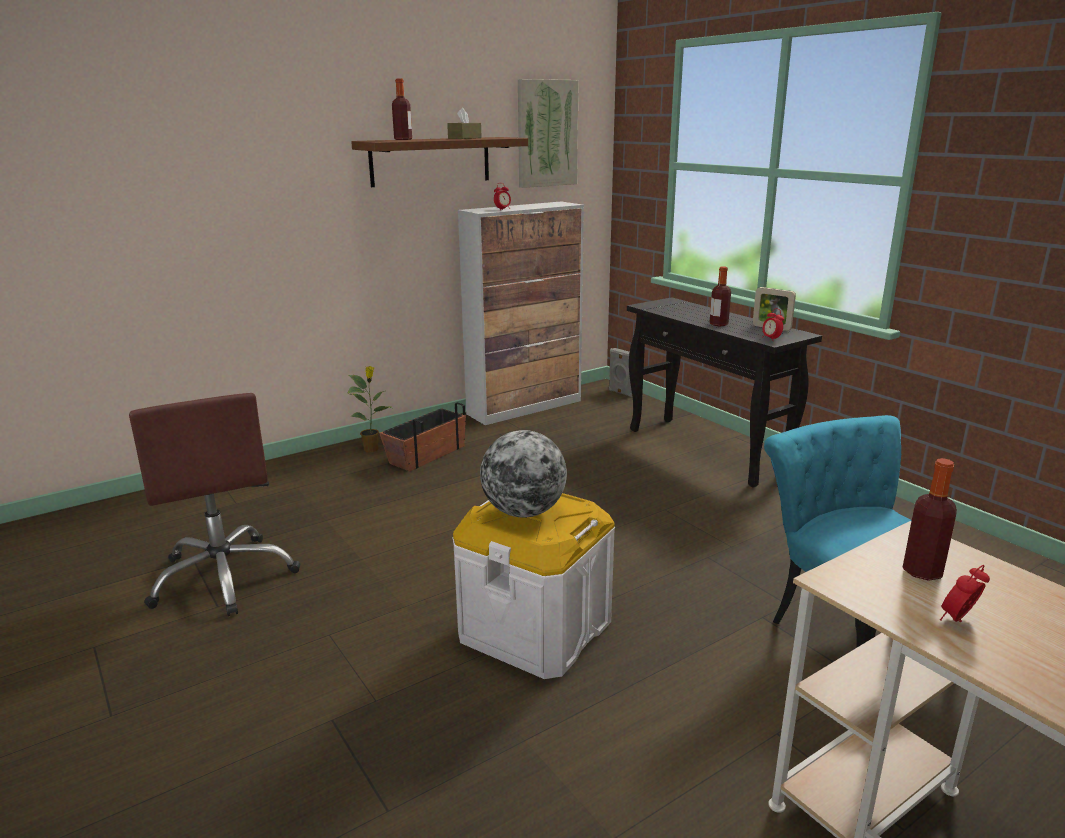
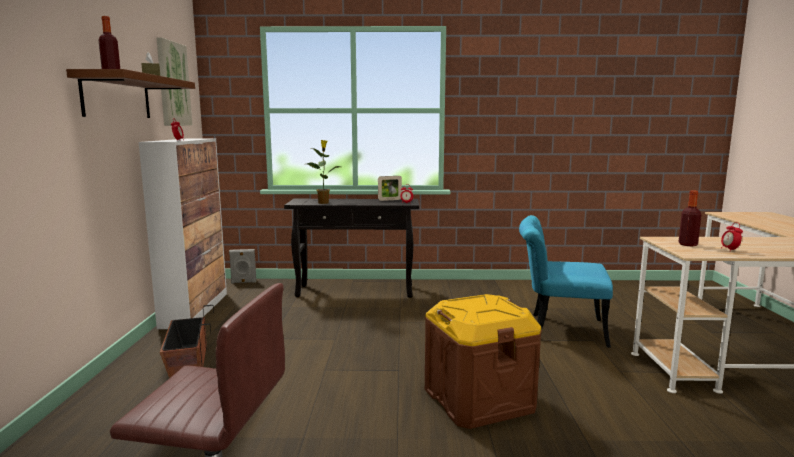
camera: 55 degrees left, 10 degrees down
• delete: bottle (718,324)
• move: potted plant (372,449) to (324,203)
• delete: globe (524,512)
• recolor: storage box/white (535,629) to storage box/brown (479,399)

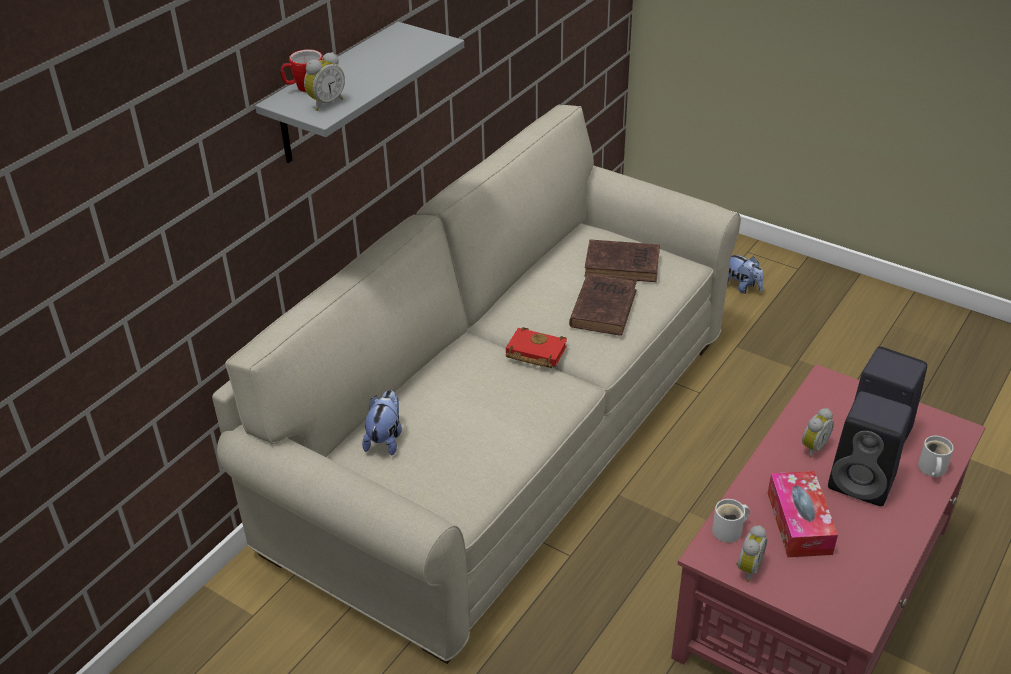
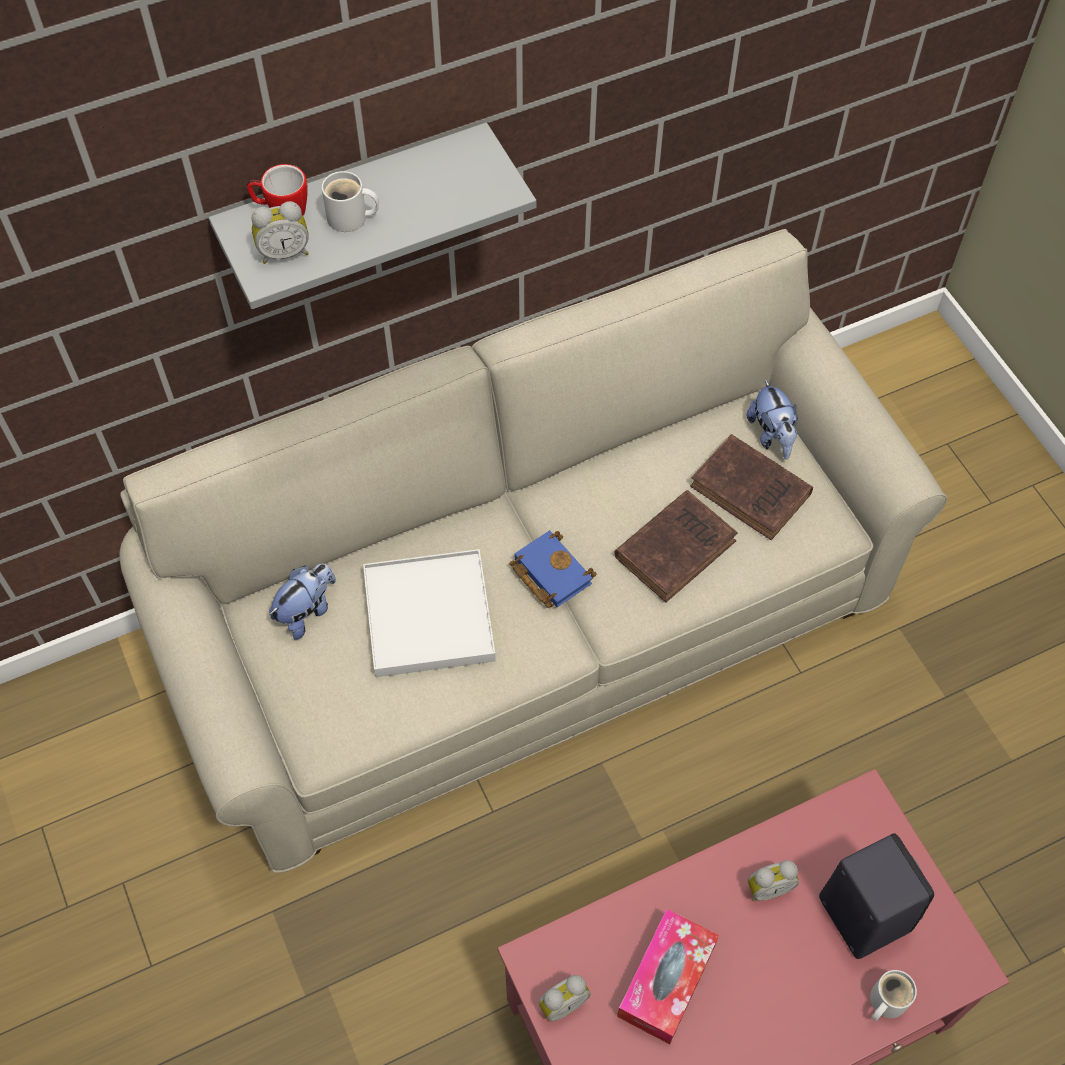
camera: 30 degrees right, 20 degrees up
• move: plush toy (741,287) to (772,435)
• recolor: book/red (534,352) to book/blue (549,572)
• delete: speaker/black (864,482)
• move: mug/white (730,531) to (350,218)
• insert: tray/white (428,616)

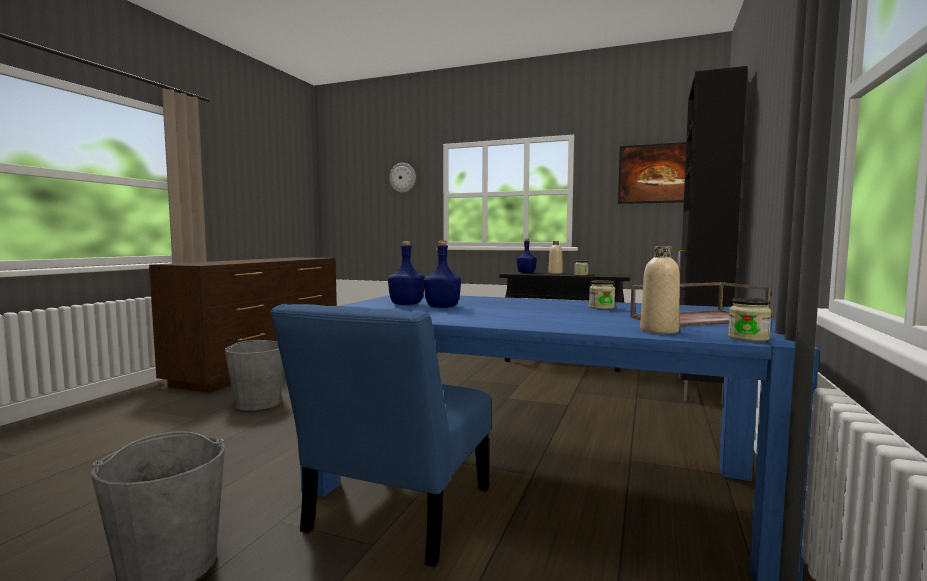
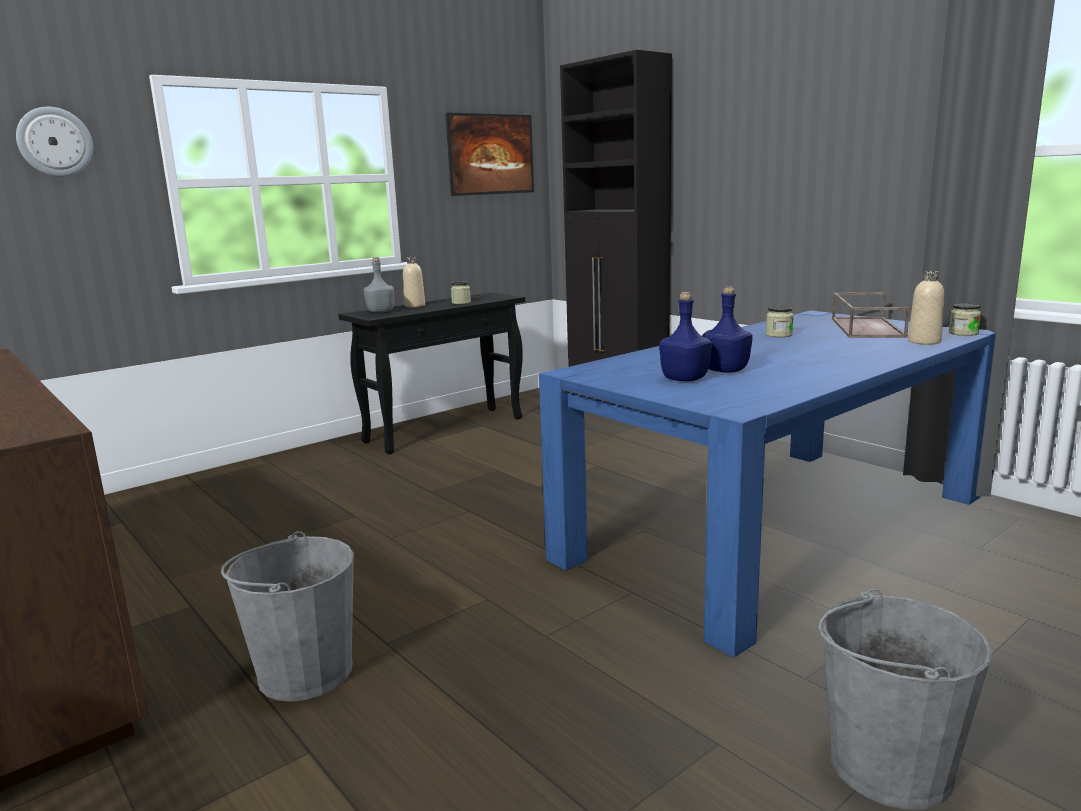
camera: 60 degrees left, 10 degrees up
• recolor: bottle/blue (526,272) to bottle/grey (380,312)
• delete: chair/blue (395,515)

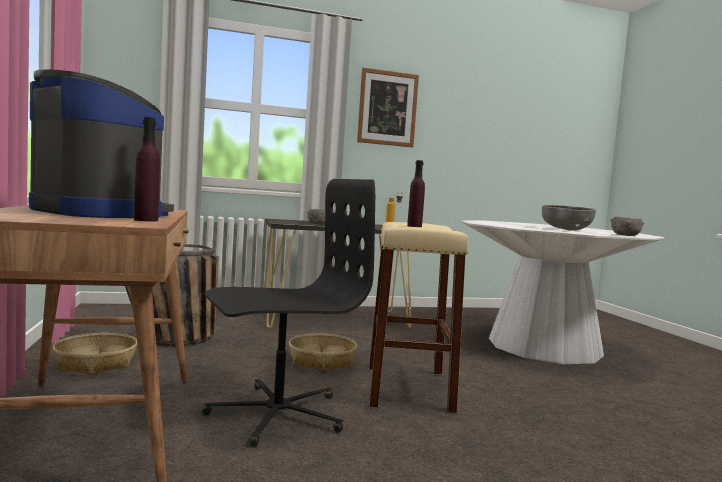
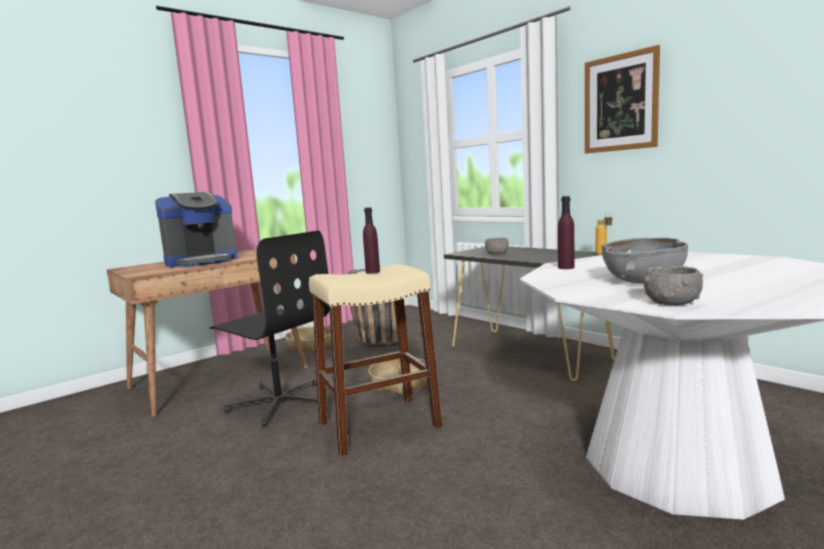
camera: 65 degrees right, 5 degrees up
• rotate: coffee machine (101,213) = (201,261) 45 degrees clockwise
• move: bottle/purple (146,220) to (566,267)

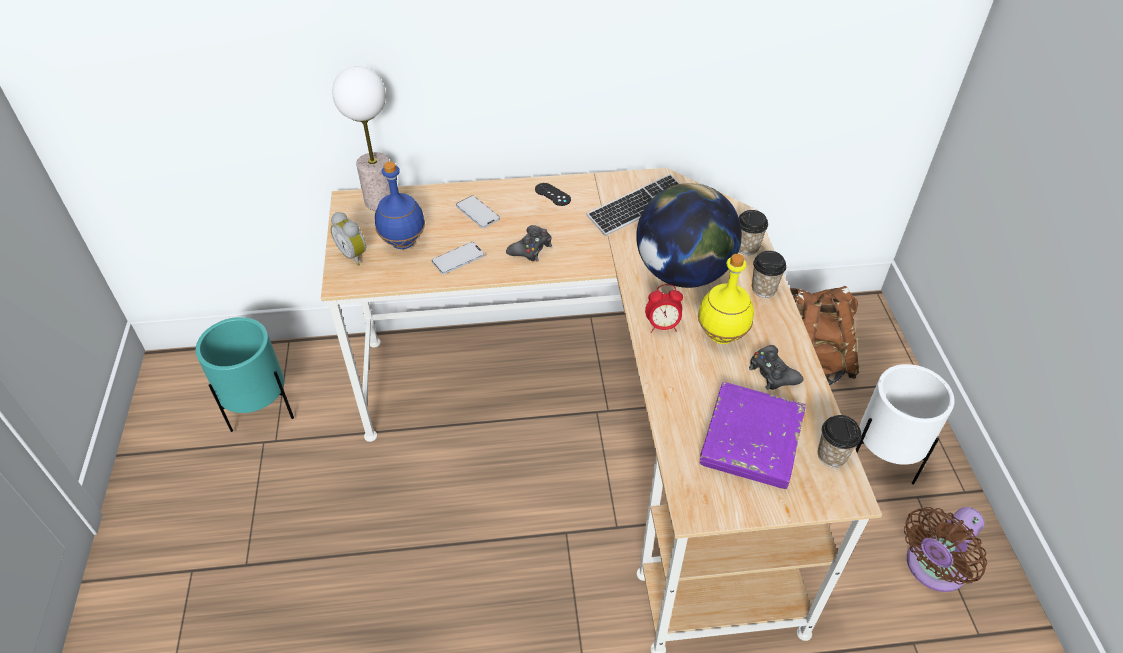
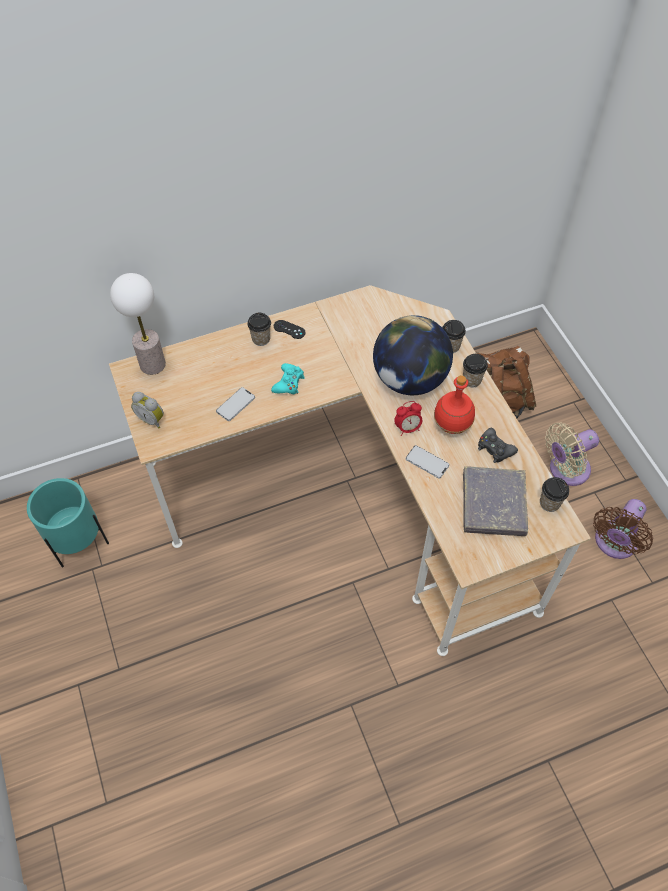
camera: 15 degrees left, 10 degrees up
• delete: bottle/blue (404,243)
• delete: keyboard (638,207)
• move: phone (477,213) to (427,462)
• recolor: game controller/black (531,248) to game controller/turquoise (289,383)
• recolor: bottle/yellow (721,335) to bottle/red (451,426)
• replace: planter/white (883,461) to fan/beige (565,470)
• recolor: book/purple (751,439) to book/grey (493,504)
• insert: cup (261,339)

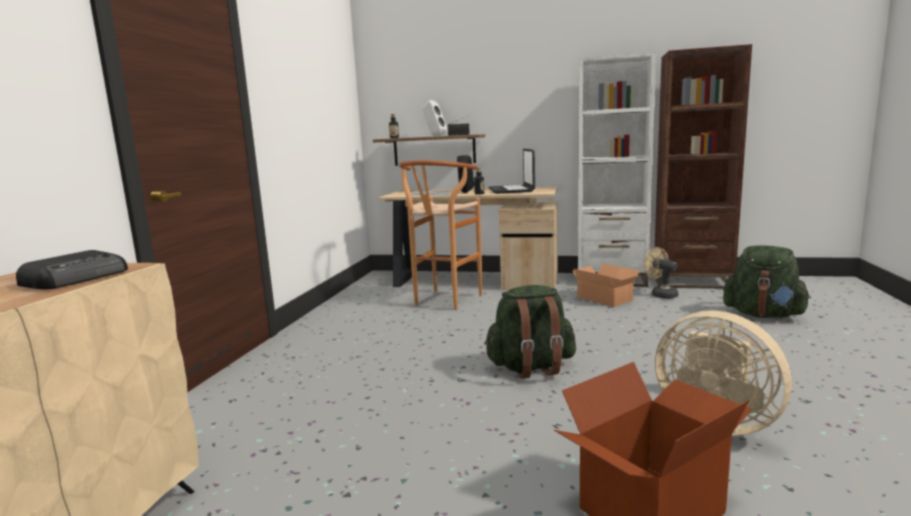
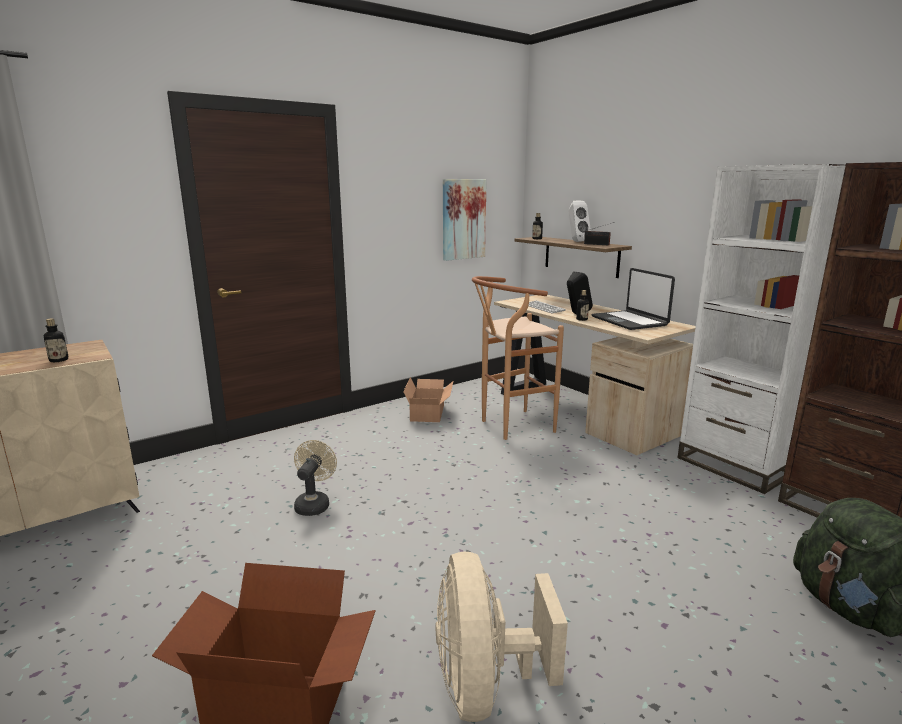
camera: 40 degrees right, 5 degrees up
• rotate: laptop (511,190) = (629,321) 60 degrees counterclockwise
• move: fan/beige (660,294) to (314,504)
• replace: radio (78,278) to bottle (59,360)
• move: cardboard box (605,298) to (429,412)
• delete: backpack/green (531,367)
• insert: picture (463,219)

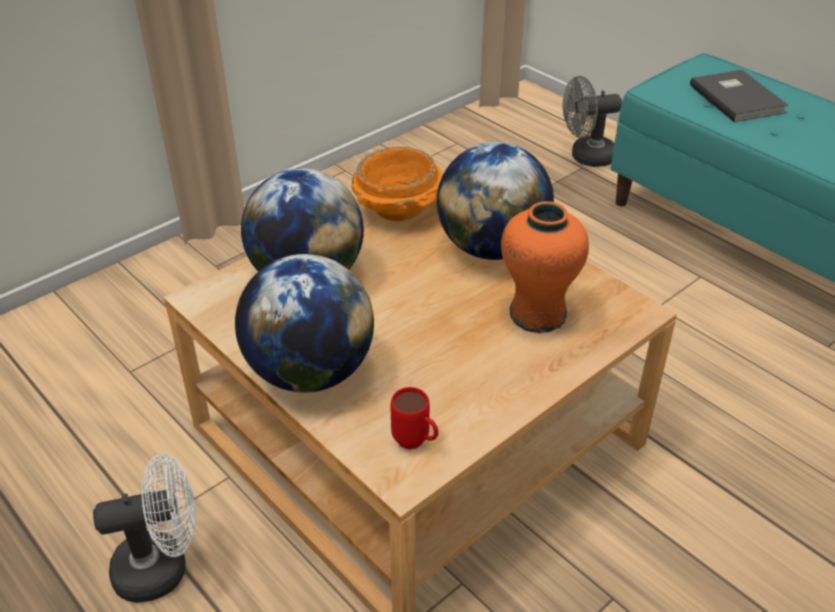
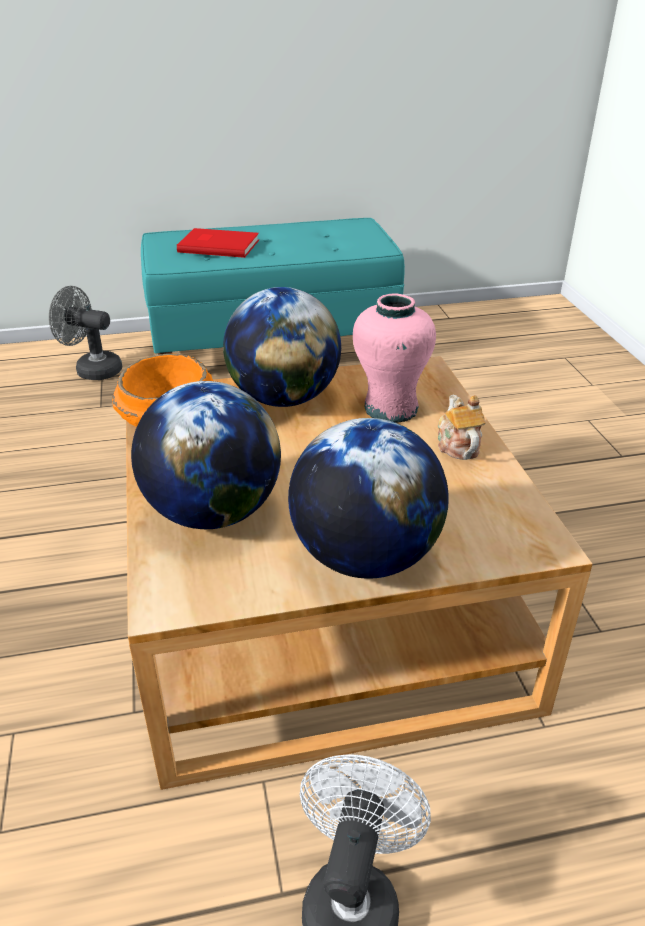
camera: 60 degrees left, 5 degrees down
• recolor: book/grey (737,98) to book/red (218,245)
• rotate: fan/grey (586,157) = (92,369) 90 degrees clockwise
• recolor: vase/orange (537,314) to vase/pink (390,409)
• delete: mug/red (416,443)
• insert: teapot (457,445)

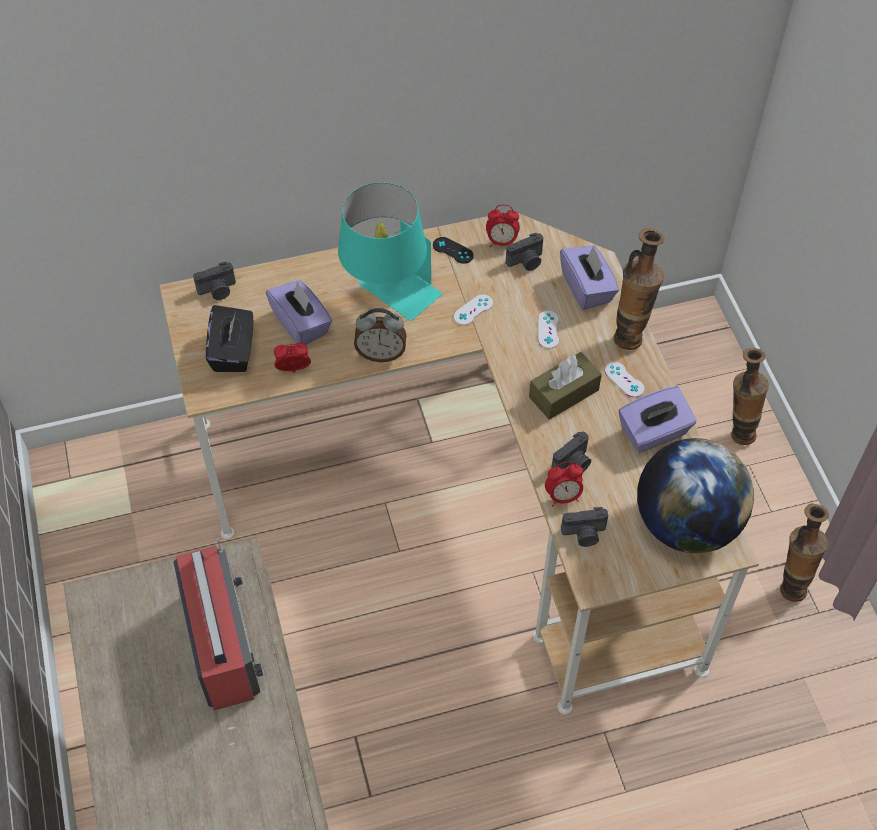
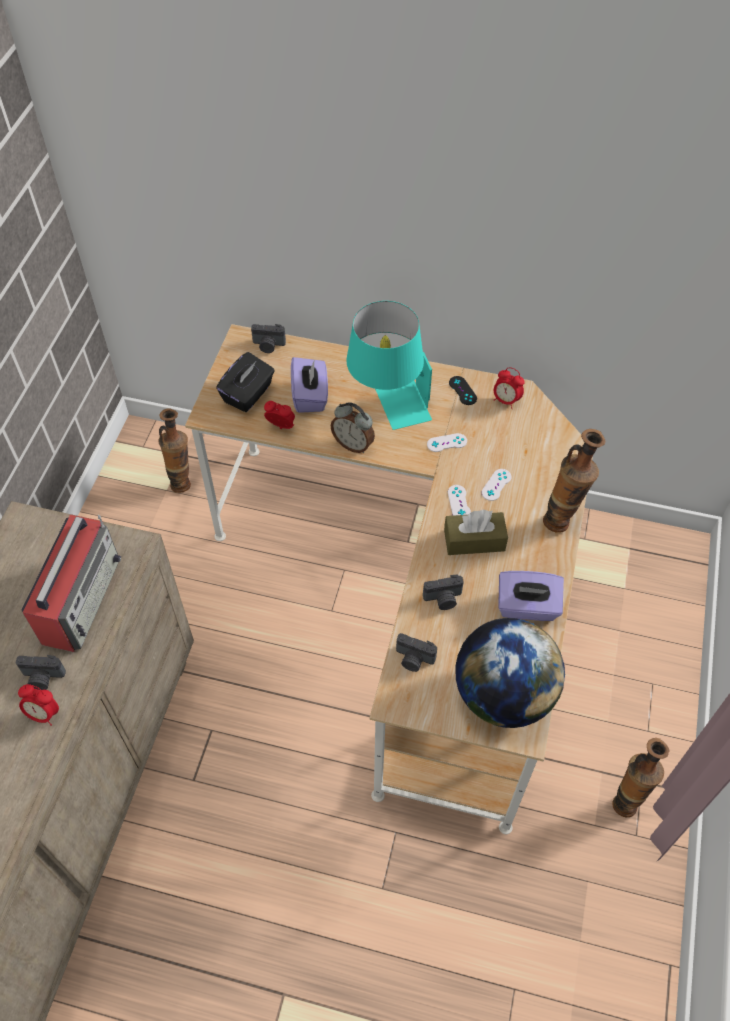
camera: 30 degrees right, 0 degrees up
• move: photo camera (526,262) to (42,678)
• delete: tissue box/purple (587,288)
• move: vase (738,430) to (182,480)
• move: game controller/white (624,380) to (459,502)
• move: alarm clock (563,497) to (44,714)

